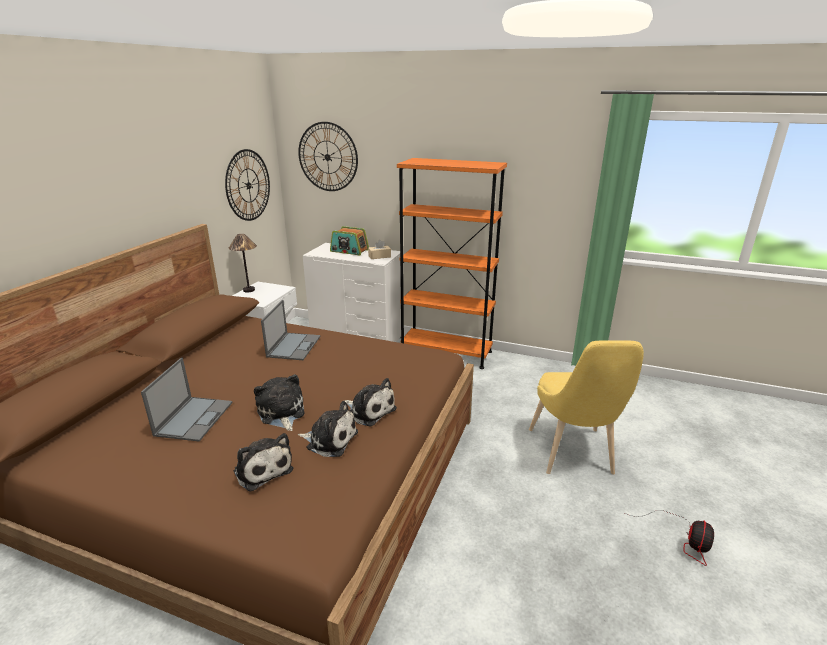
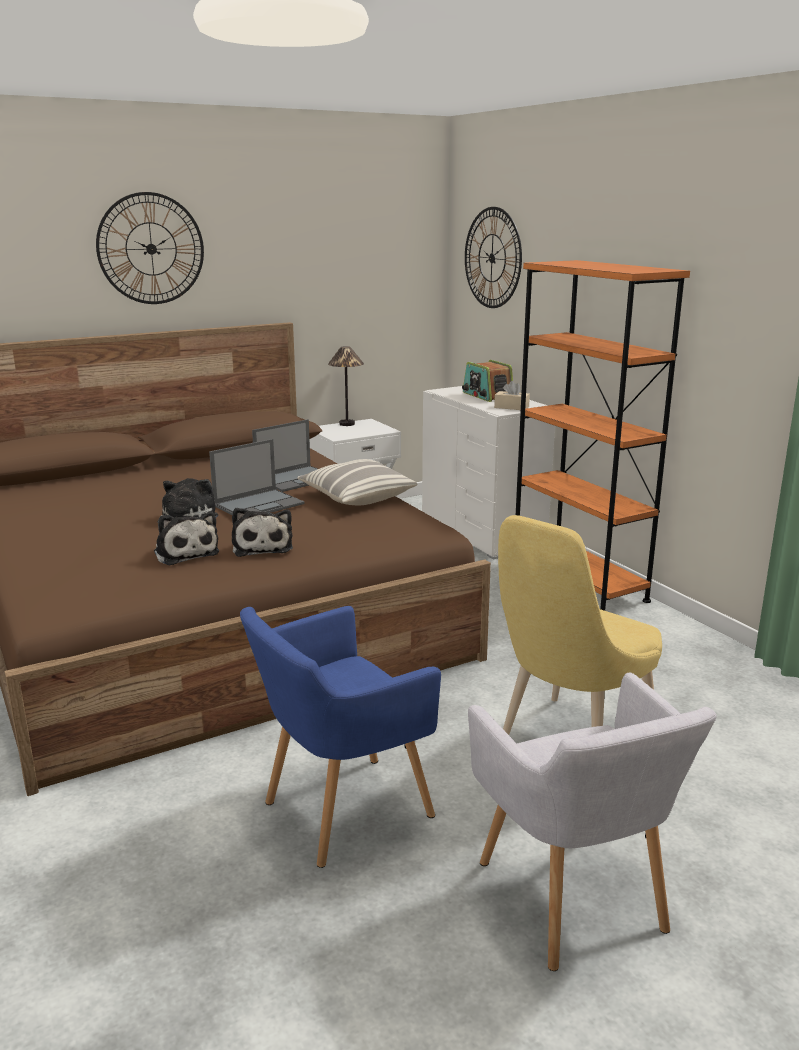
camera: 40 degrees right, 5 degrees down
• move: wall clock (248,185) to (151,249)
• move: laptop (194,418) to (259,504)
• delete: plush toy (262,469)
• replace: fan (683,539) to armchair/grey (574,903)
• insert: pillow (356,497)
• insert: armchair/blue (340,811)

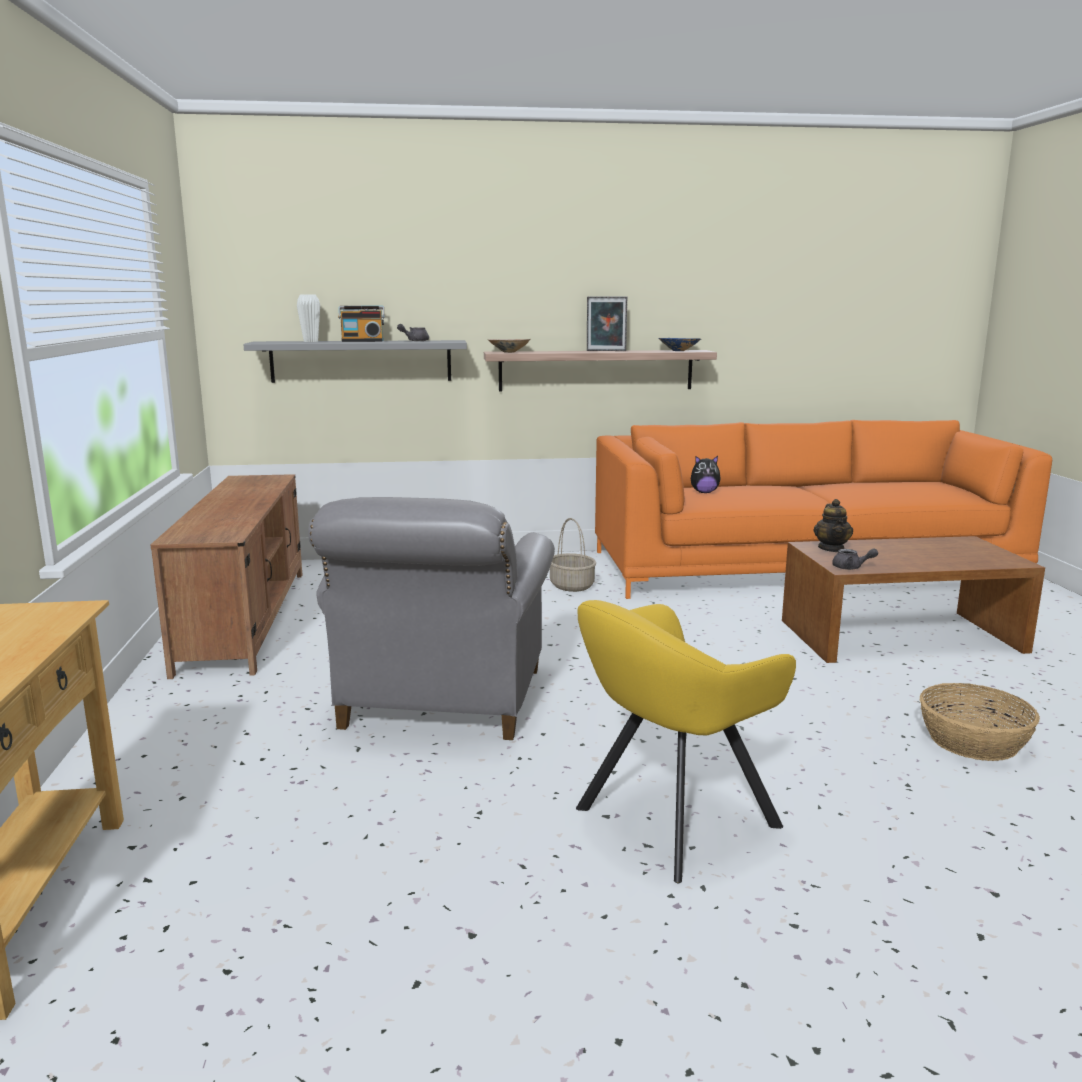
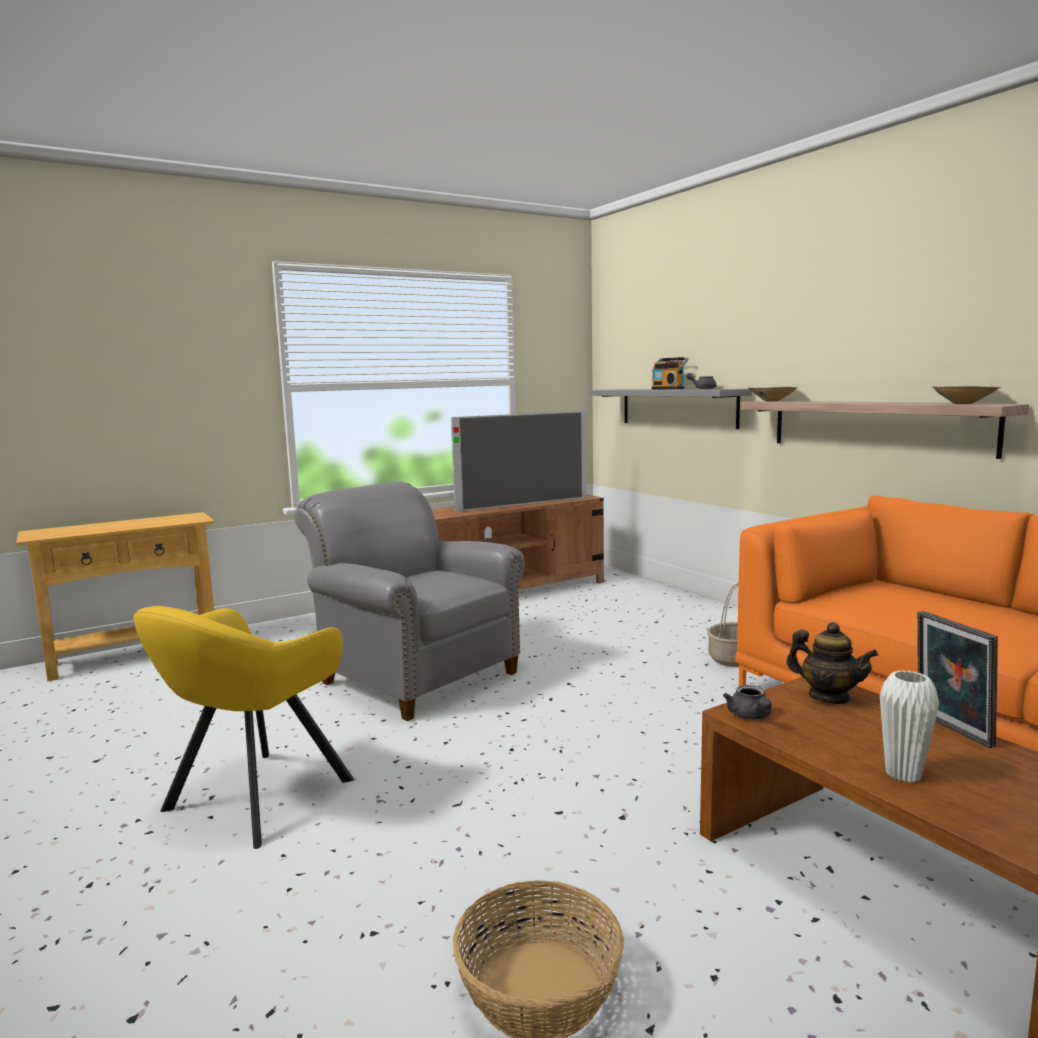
camera: 65 degrees right, 5 degrees down
• move: vase/white (310,341) to (903,774)
• move: picture frame (606,351) to (950,730)
• recolor: bowl/blue (679,351) to bowl/beige (964,403)
• delete: plush toy (704,492)
• rotate: armchair/grey (440,702) = (413,675) 60 degrees clockwise
• rotate: teapot (831,549) = (829,697) 120 degrees counterclockwise
• rotate: armchair/yellow (669,821) = (252,799) 90 degrees counterclockwise
• insert: television (523,504)

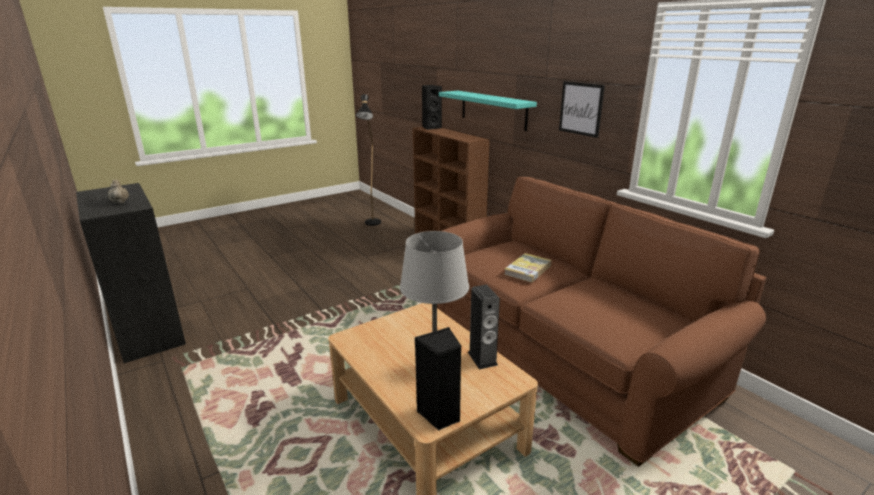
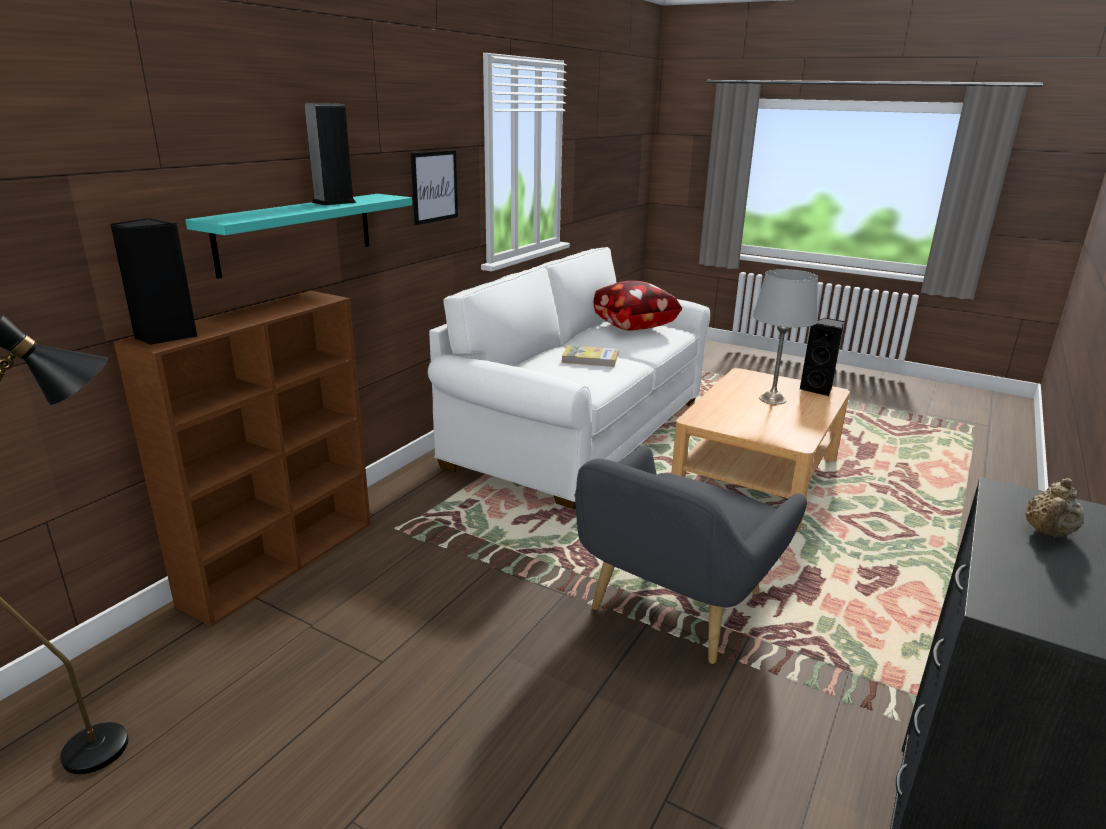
camera: 115 degrees left, 0 degrees up
• recolor: sofa/brown (564,354) to sofa/white (581,431)
• move: speaker (482,358) to (334,202)
• insert: pillow (629,326)
• insert: armchair/grey (672,608)

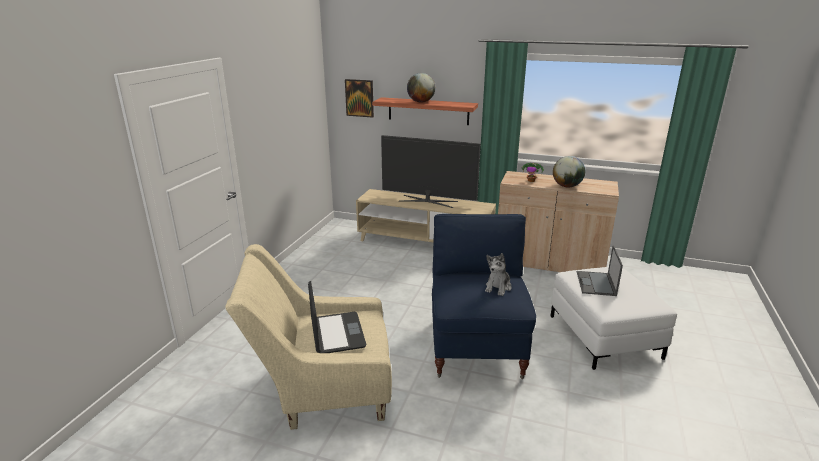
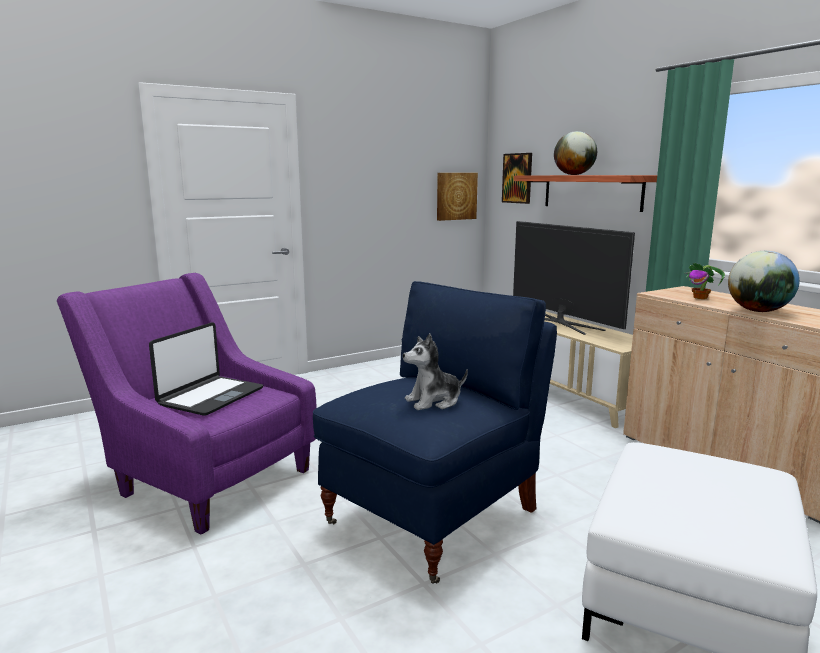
camera: 40 degrees right, 10 degrees down
• recolor: armchair/beige (322,389) to armchair/purple (205,476)
• delete: laptop (596,284)
• insert: picture (456,196)

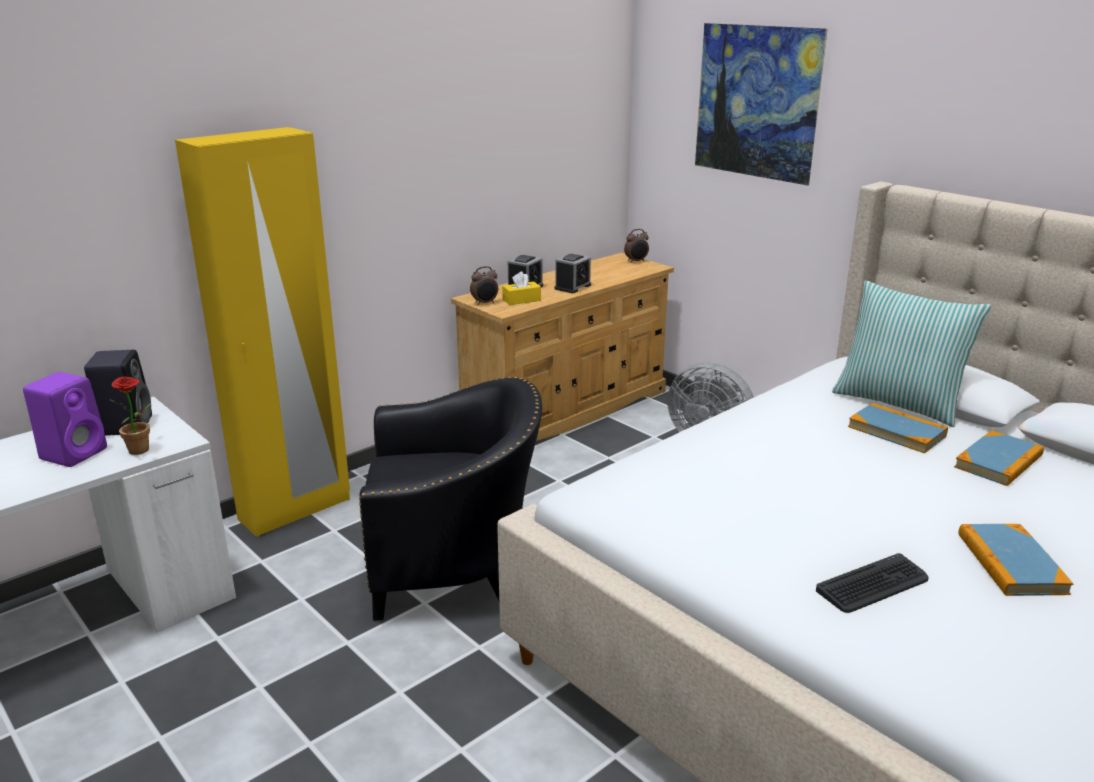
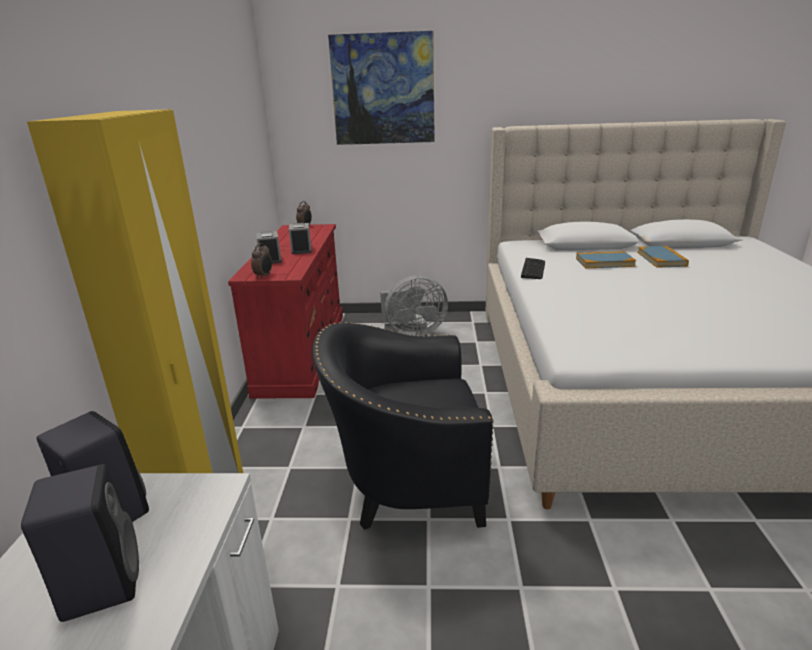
camera: 45 degrees left, 0 degrees up
• recolor: dresser/beige (567,410) to dresser/red (302,351)
• delete: tissue box/yellow (521,300)
• delete: pillow (898,403)
• recolor: speaker/purple (75,453) to speaker/black (101,582)
• rotate: armchair/black (454,568) = (406,484) 135 degrees counterclockwise
• delete: potted plant (141,451)
• delete: book (1010,563)
• move: keyboard (873,585) to (533,269)

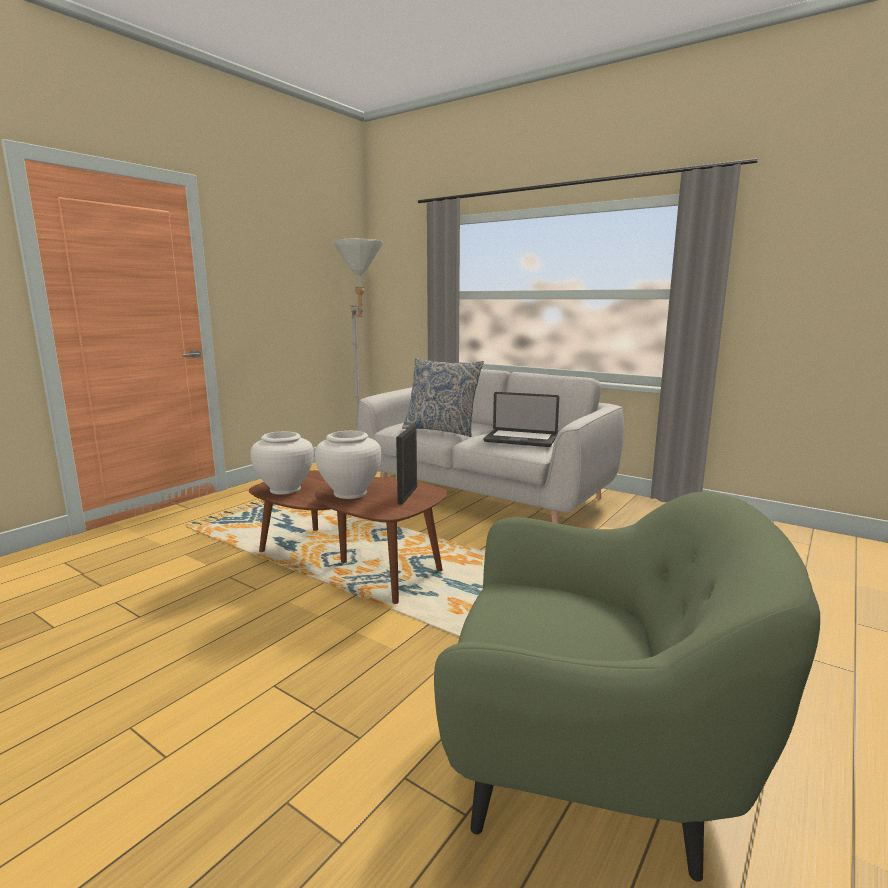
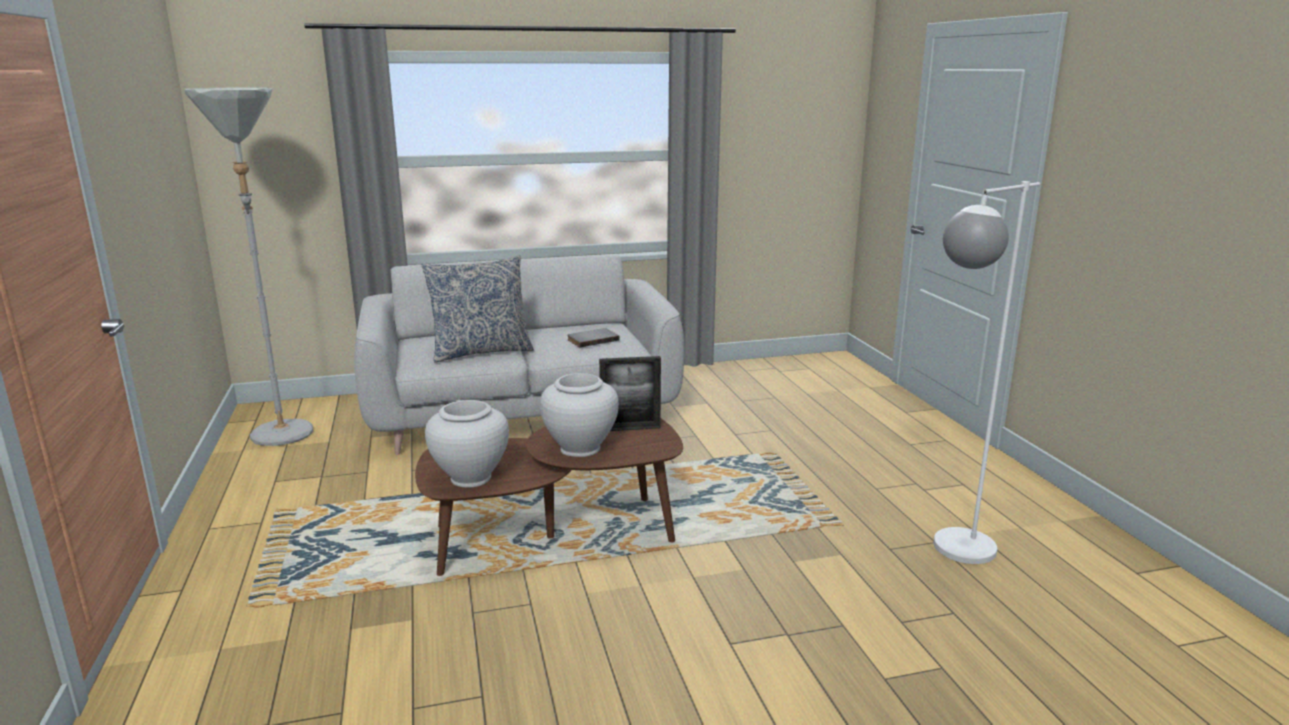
camera: 50 degrees left, 5 degrees up
• replace: laptop (520,440) to book/grey (592,339)
• rotate: picture frame (407,495) = (630,428) 60 degrees counterclockwise
• replace: armchair/green (592,769) to floor lamp/white (951,555)

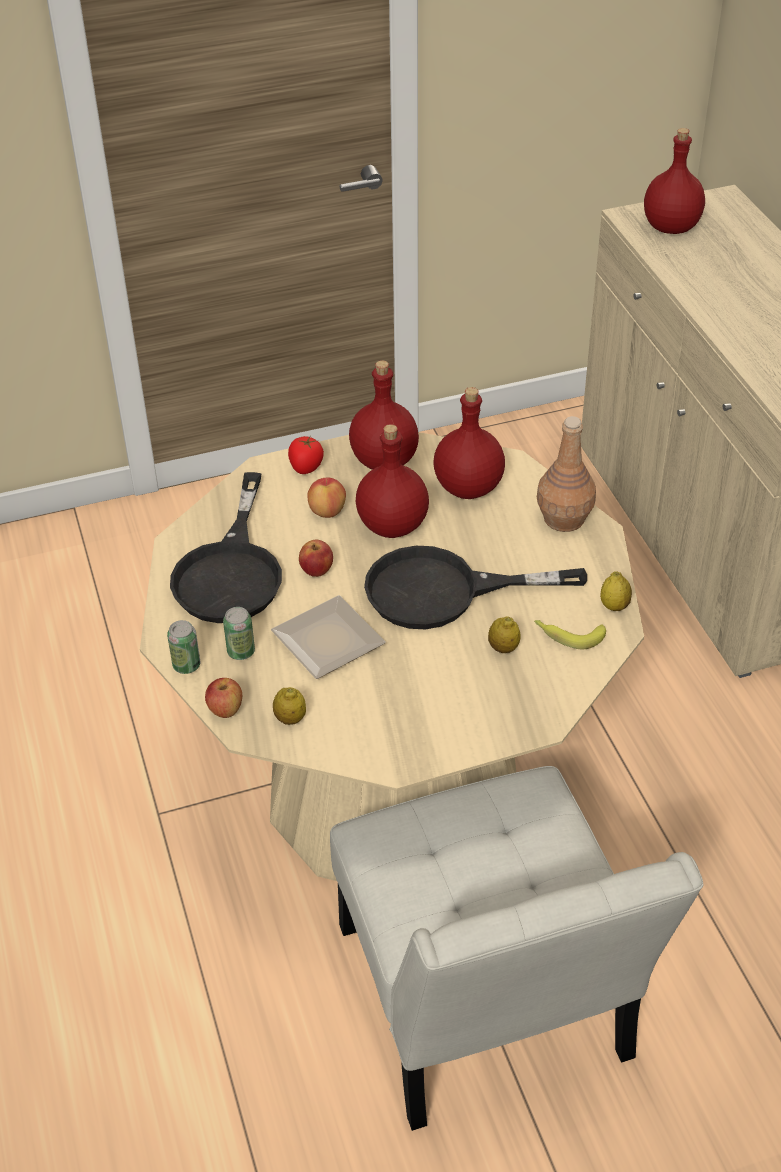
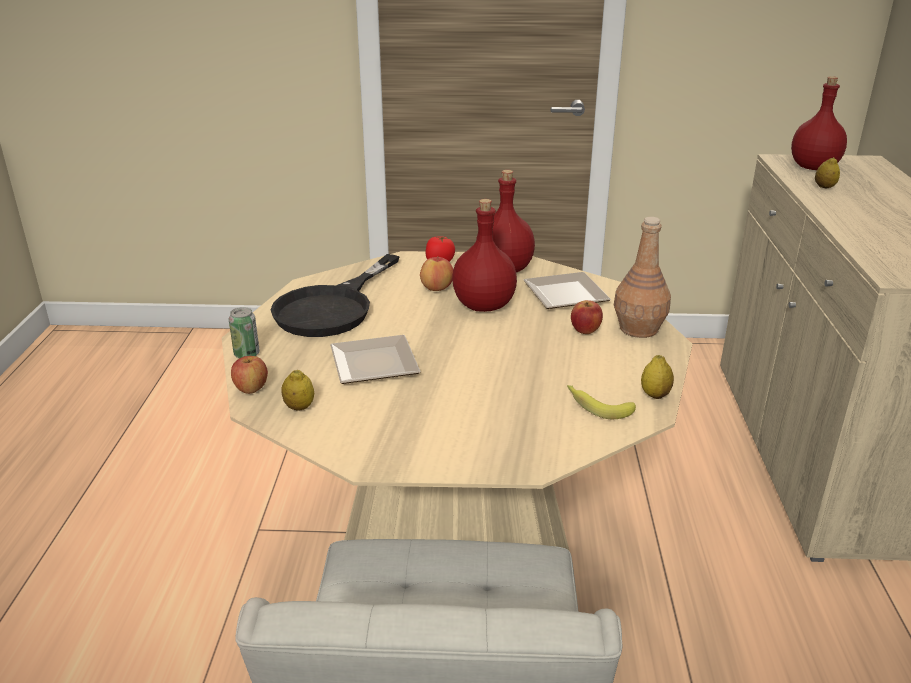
camera: 20 degrees right, 15 degrees down
• replace: bottle/red (468,488) to plate (564,296)
• move: apple (317,570) to (585,331)
• delete: frying pan/black (444,591)
• delete: can (241,652)
• move: lemon (503,648) to (824,187)

